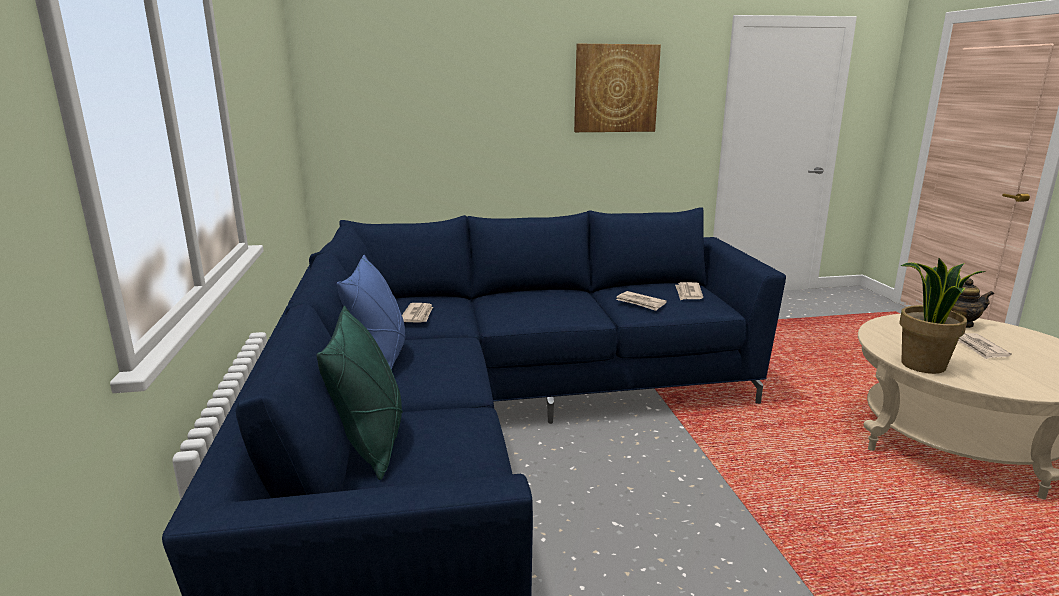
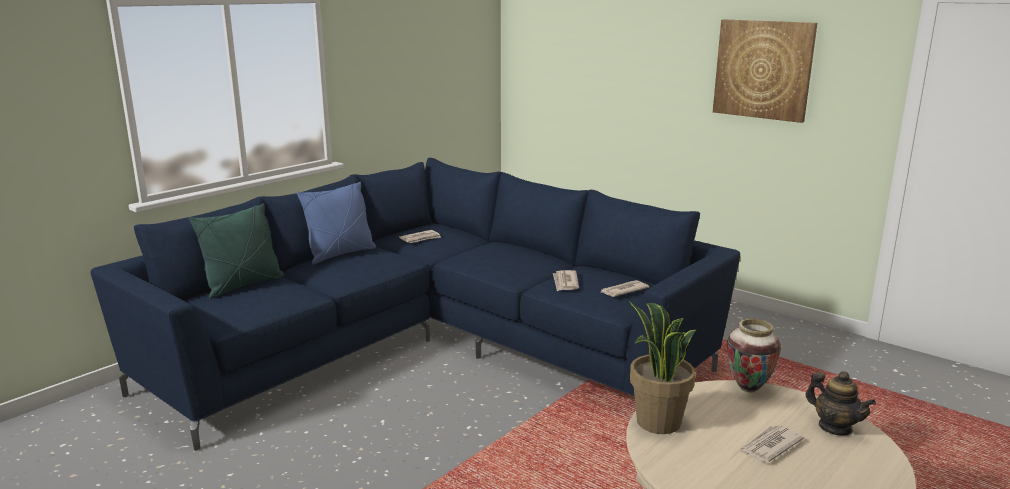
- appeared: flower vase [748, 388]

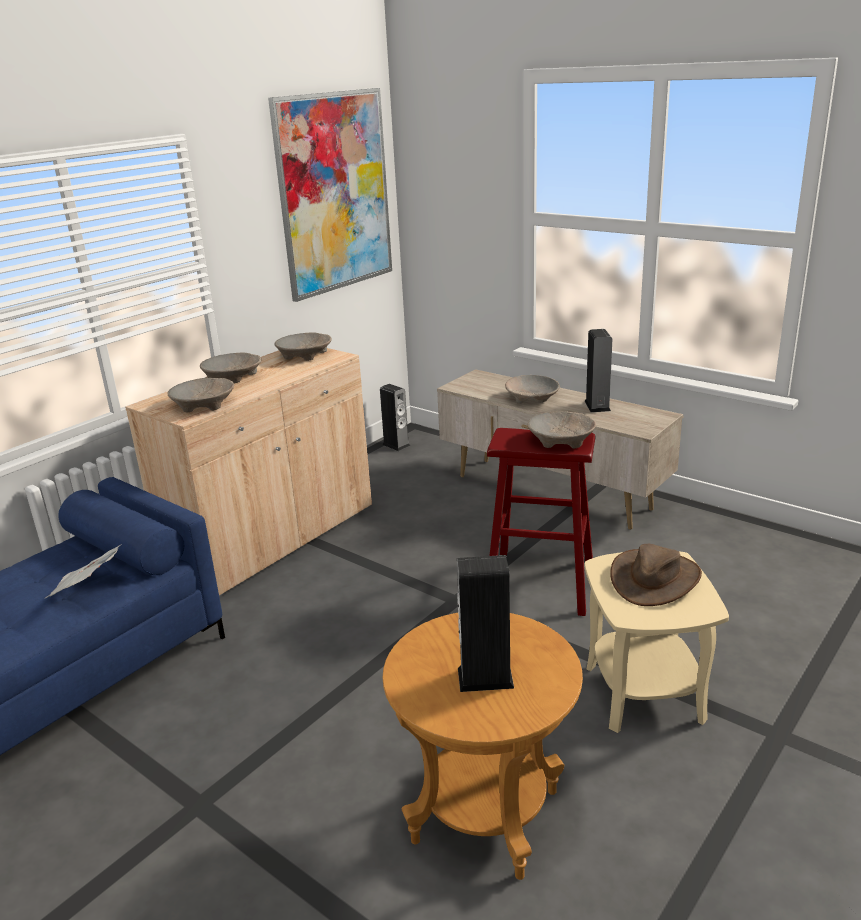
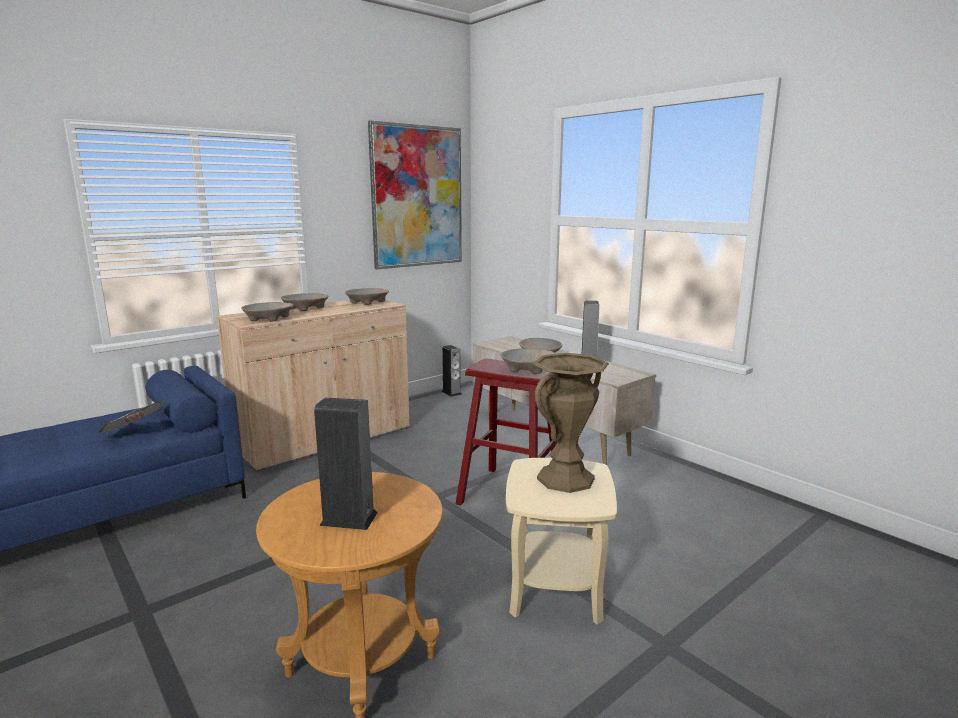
- exchanged: brown hat [654, 578] to brown flower vase [565, 478]

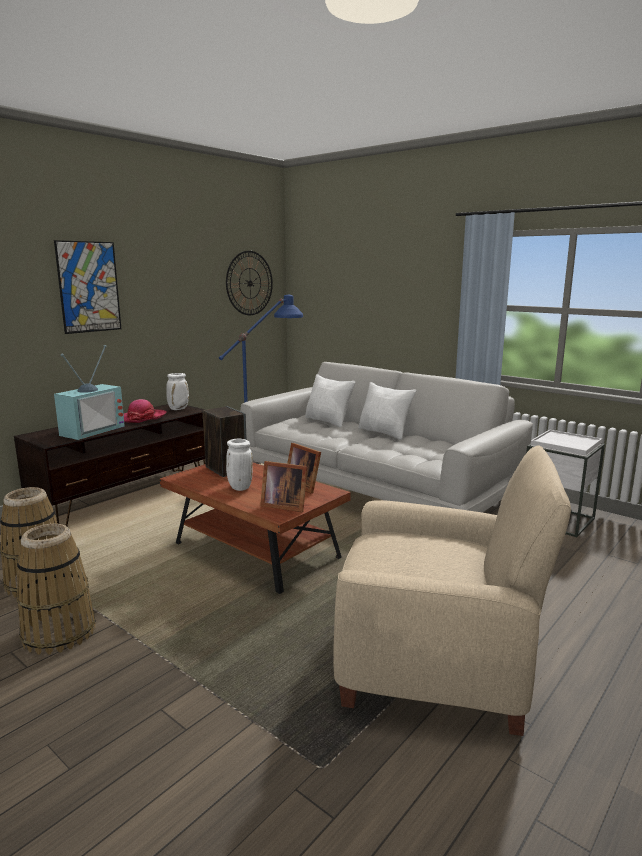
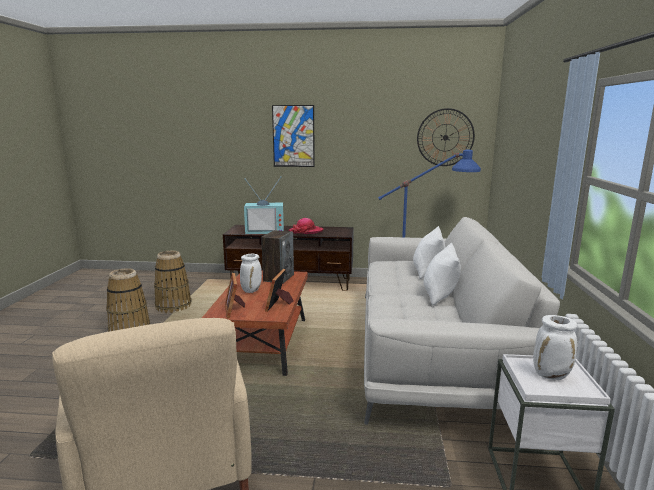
- relocated: white-coloured flower vase [178, 409] to [551, 375]

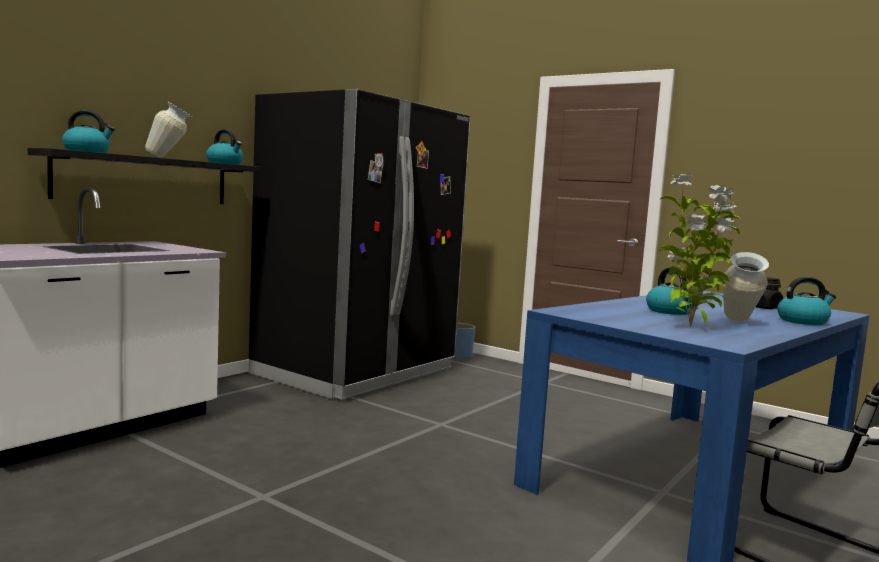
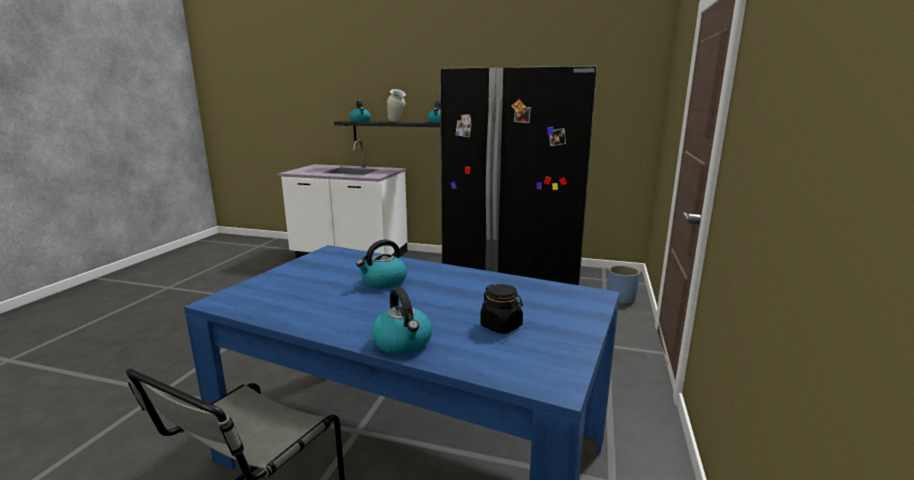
- missing: potted plant [692, 327]
- missing: flower vase [738, 323]

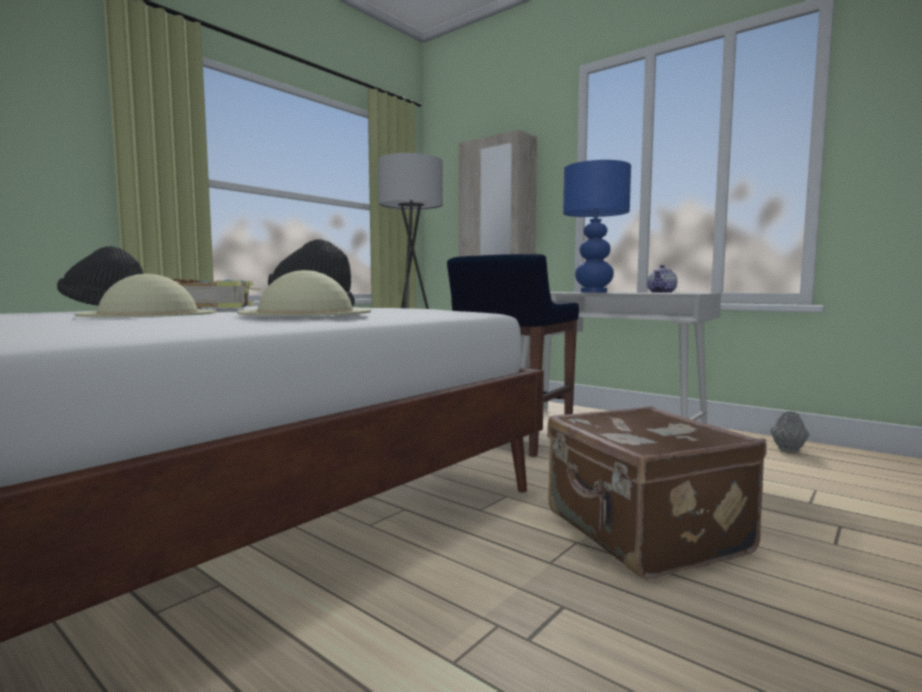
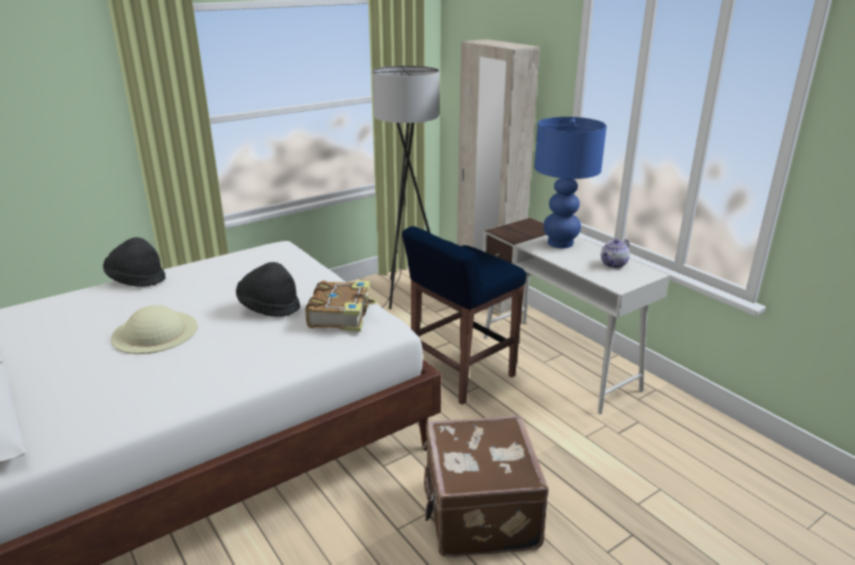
- missing: beige-coloured hat [306, 312]
- relocated: bound book [216, 308] to [341, 315]
- missing: greyish flower vase [789, 449]

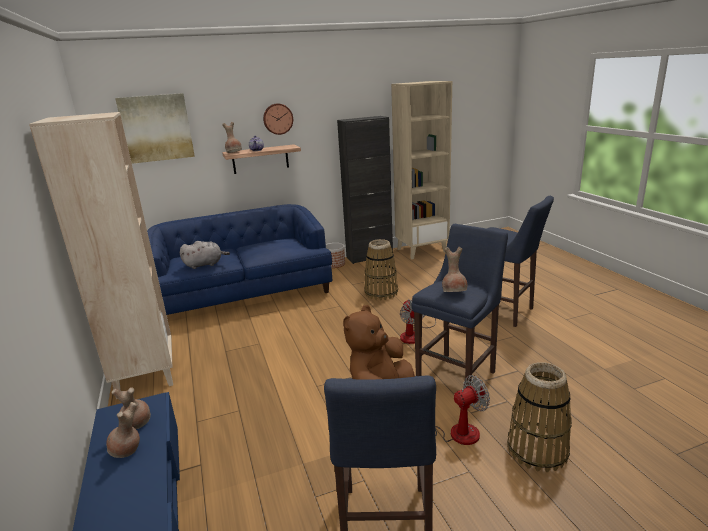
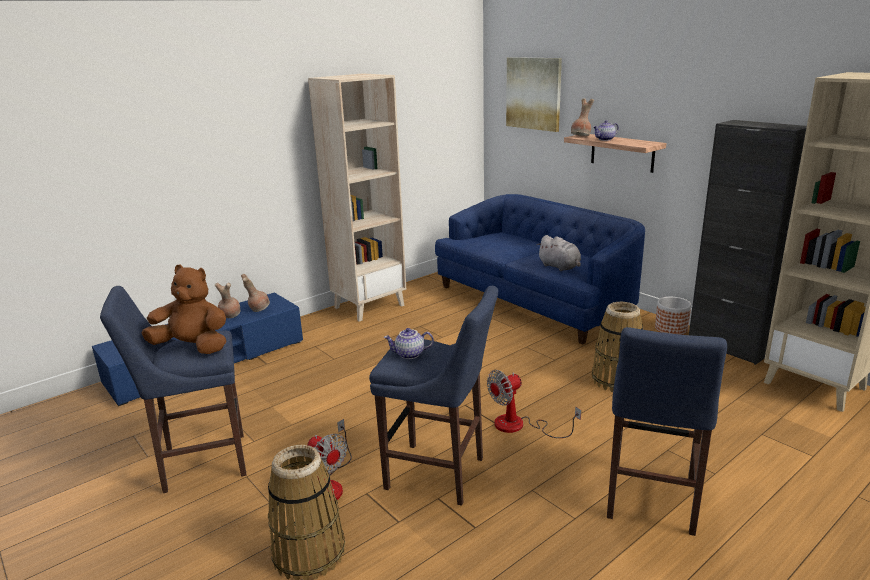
- missing: clock on the wall [278, 119]
- relocated: greyish plush toy [205, 264] to [560, 267]
- exchanged: brown flower vase [454, 293] to pot for tea [409, 355]

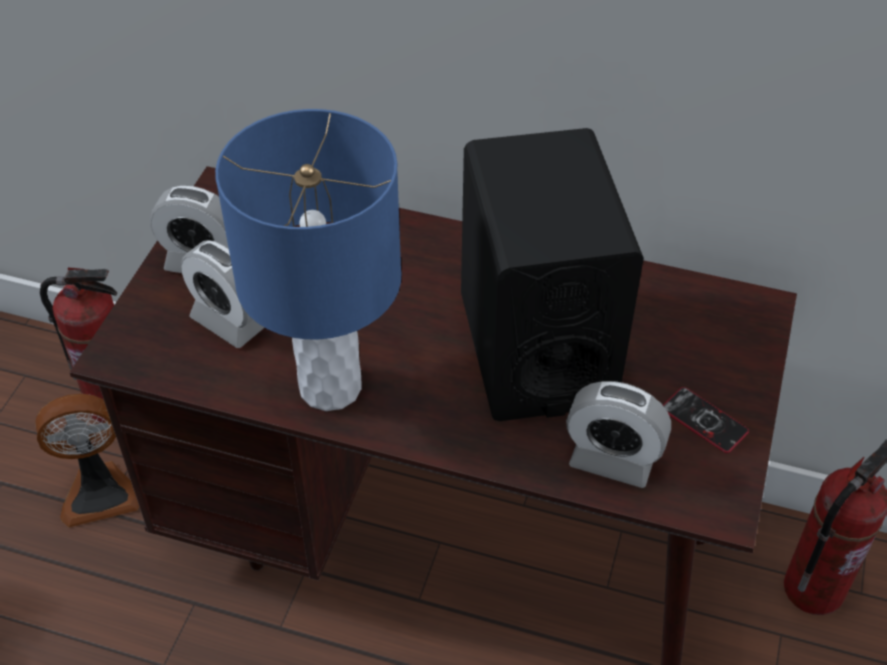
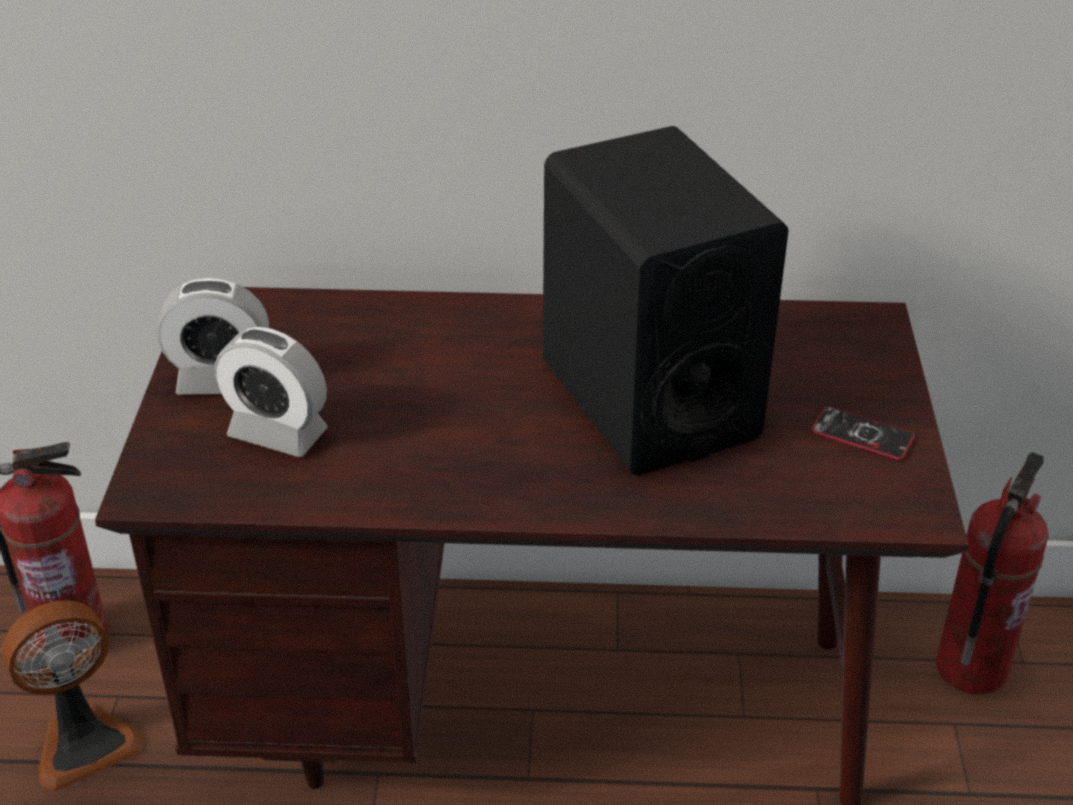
- missing: blue lamp for a table [330, 388]
- missing: bedside clock [612, 460]

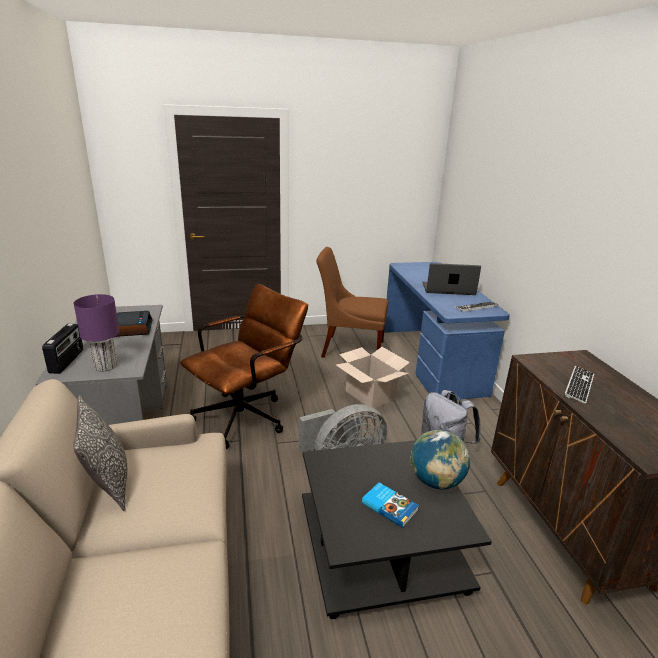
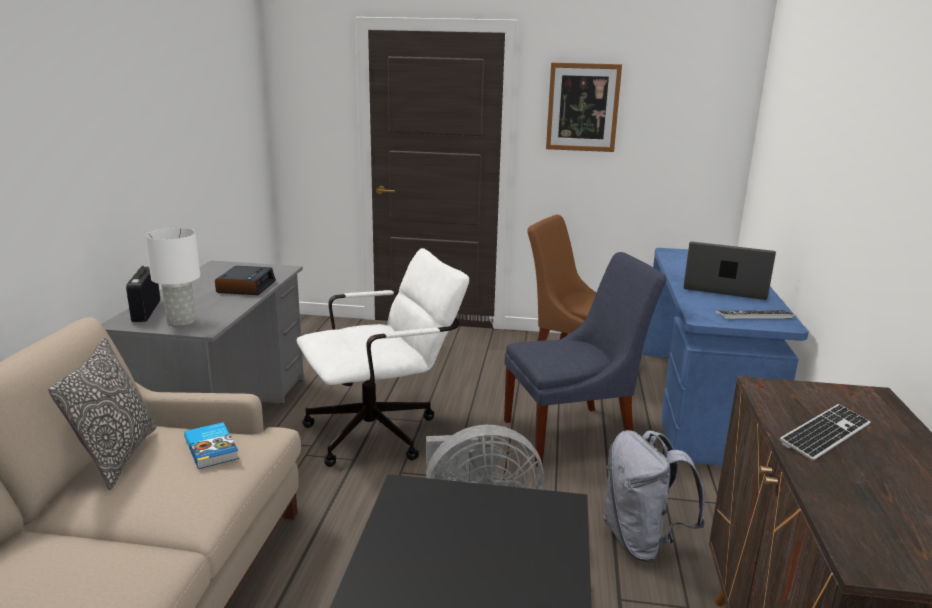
- colour: brown office chair [247, 415] to white-coloured office chair [383, 431]
- colour: purple-coloured lamp for a table [105, 366] to white-coloured lamp for a table [180, 321]
- spun: radio [67, 361] = [145, 311] 150 degrees clockwise
- exchanged: cardboard box [370, 395] to blue chair [573, 435]
- missing: globe [436, 481]
- relocated: bound book [389, 506] to [212, 448]
- appeared: wall art [583, 107]

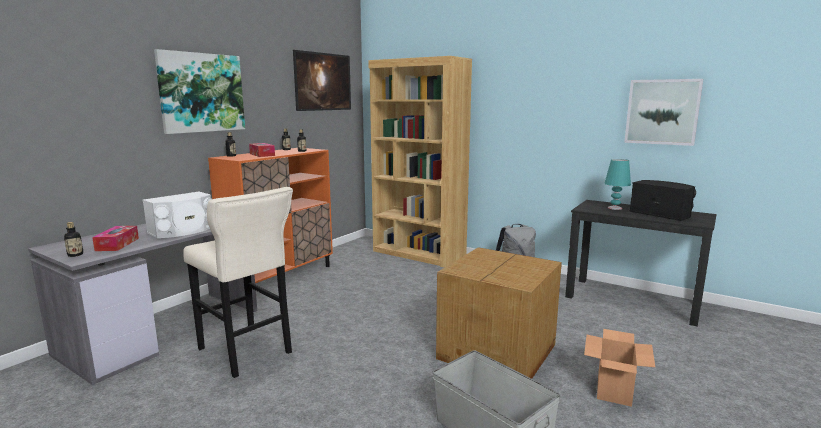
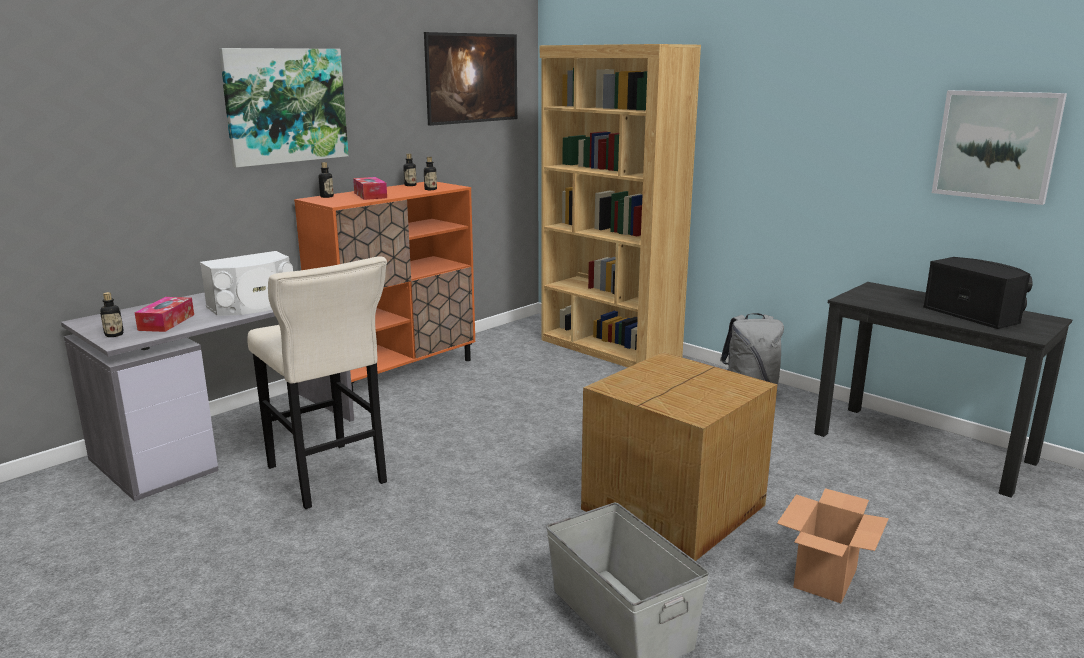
- missing: turquoise-coloured lamp for a table [615, 208]

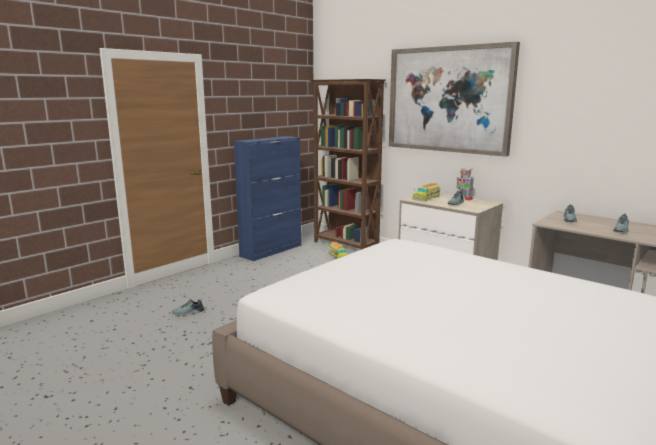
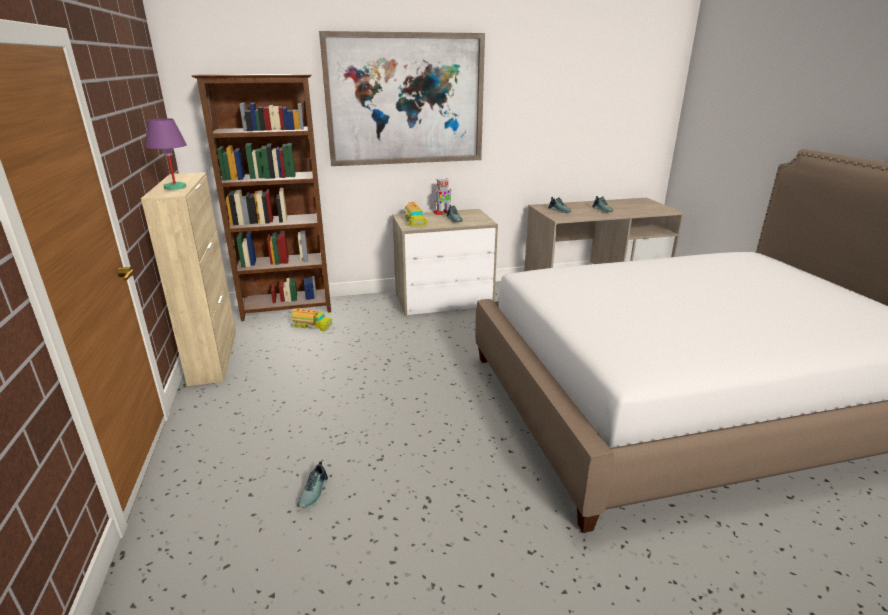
- colour: blue storage cabinet [272, 250] to beige-coloured storage cabinet [214, 356]
- appeared: purple-coloured lamp for a table [174, 187]

